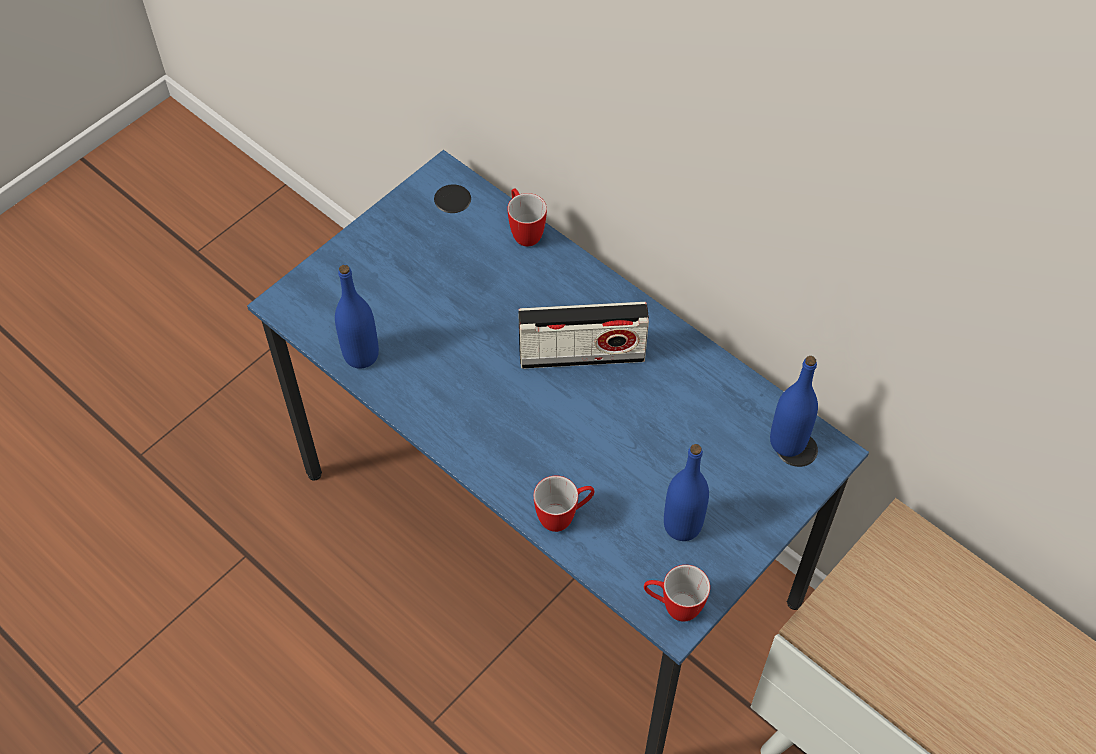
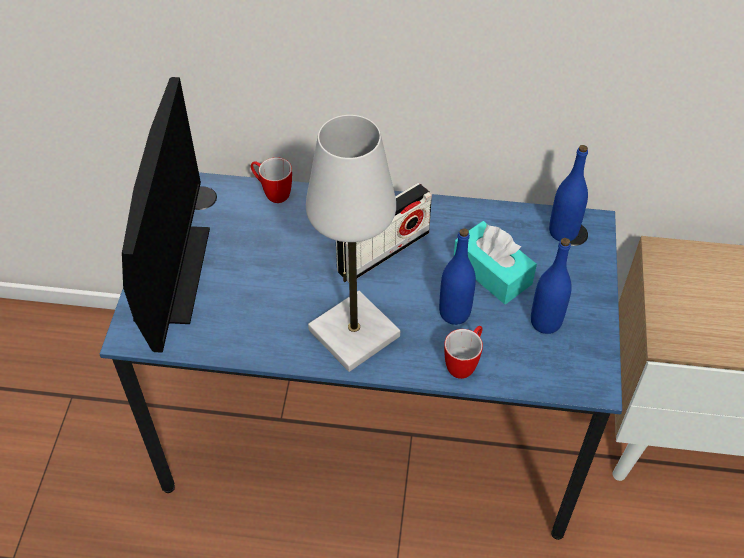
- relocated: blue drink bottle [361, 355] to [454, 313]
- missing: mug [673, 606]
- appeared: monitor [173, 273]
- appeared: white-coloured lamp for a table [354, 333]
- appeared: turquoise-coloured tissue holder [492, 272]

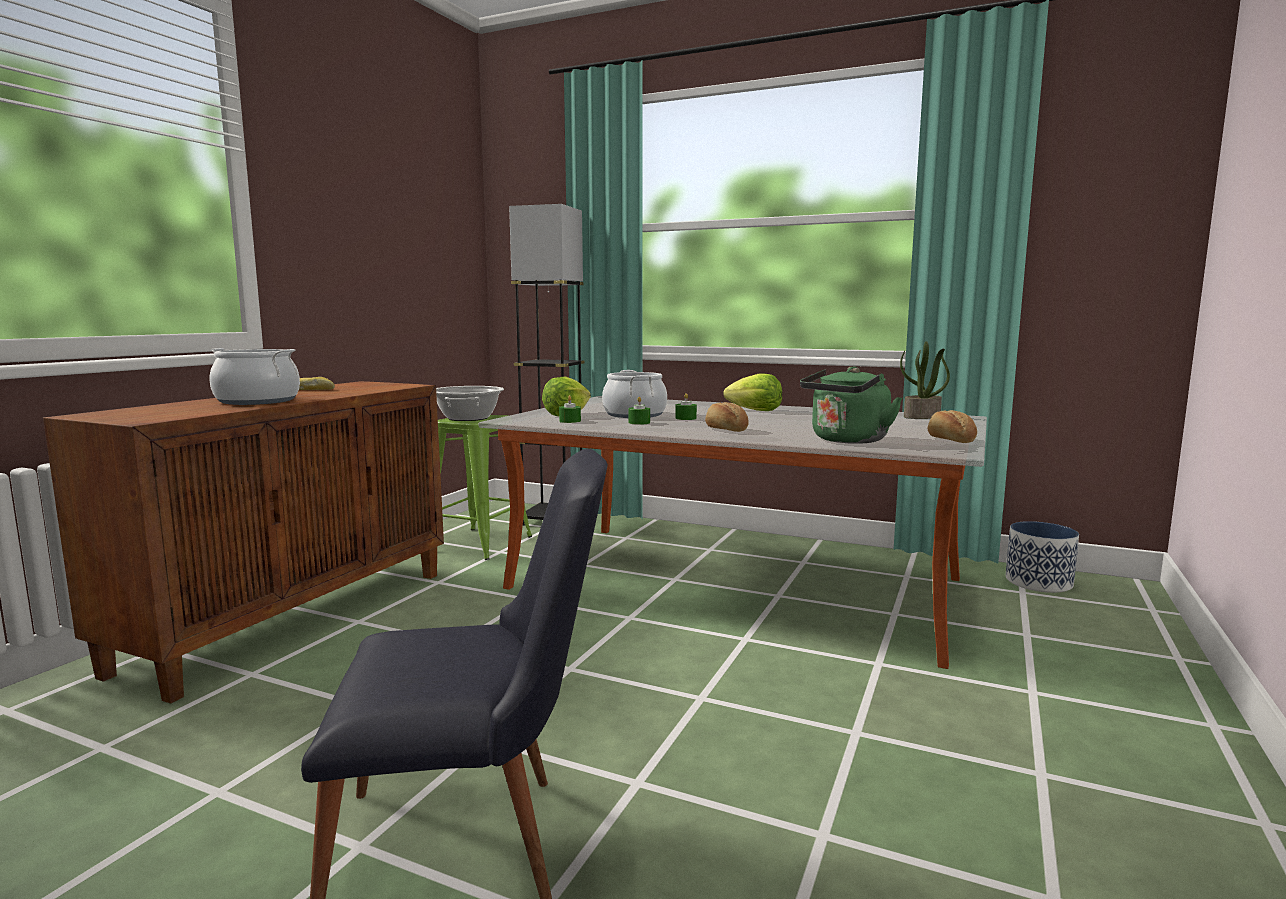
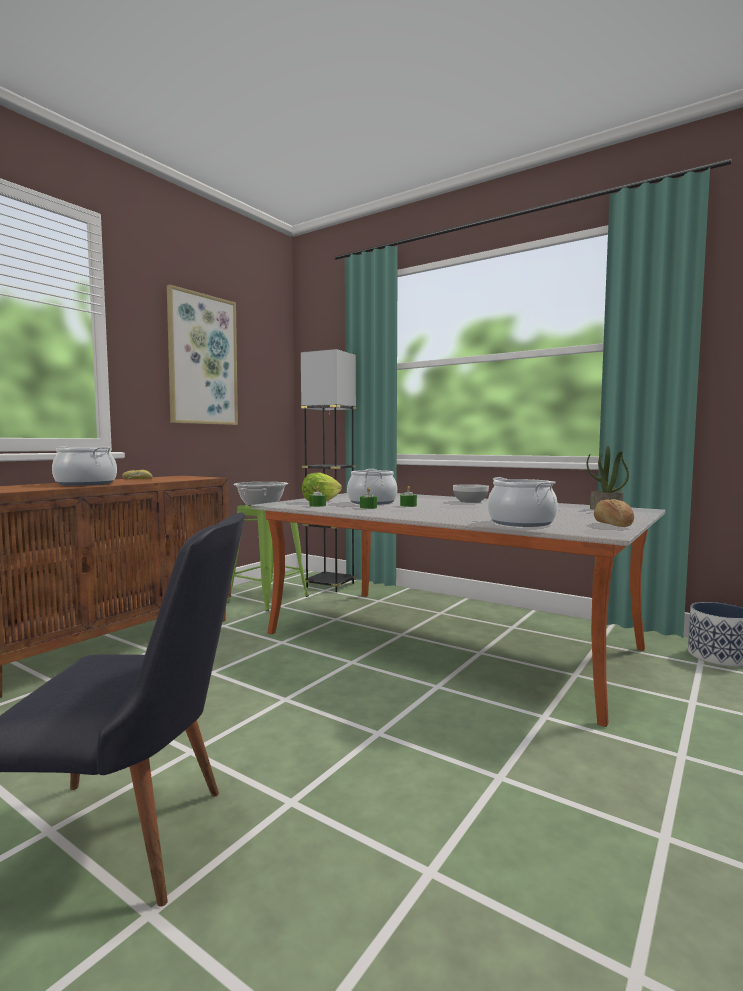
- exchanged: green-coloured tea kettle [847, 440] to saucepot [521, 523]
- exchanged: lettuce head [755, 410] to deep dish [470, 502]
- missing: baked bread [726, 430]
- appeared: wall art [202, 360]

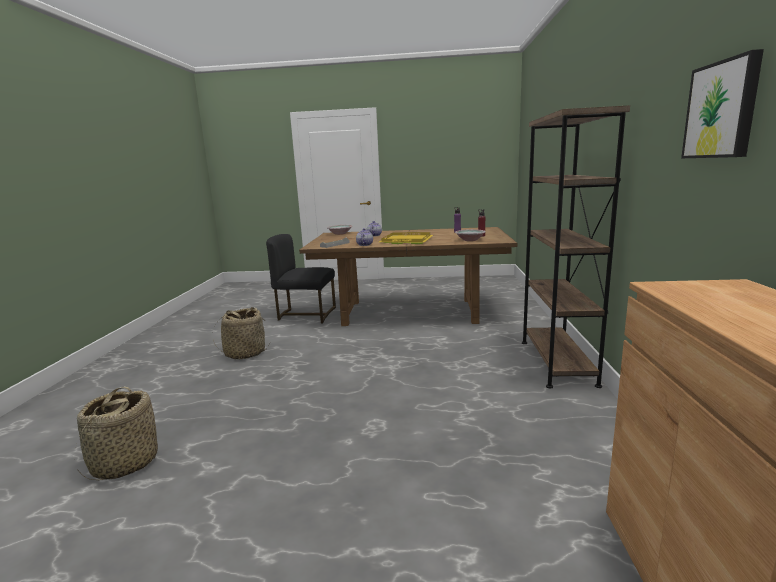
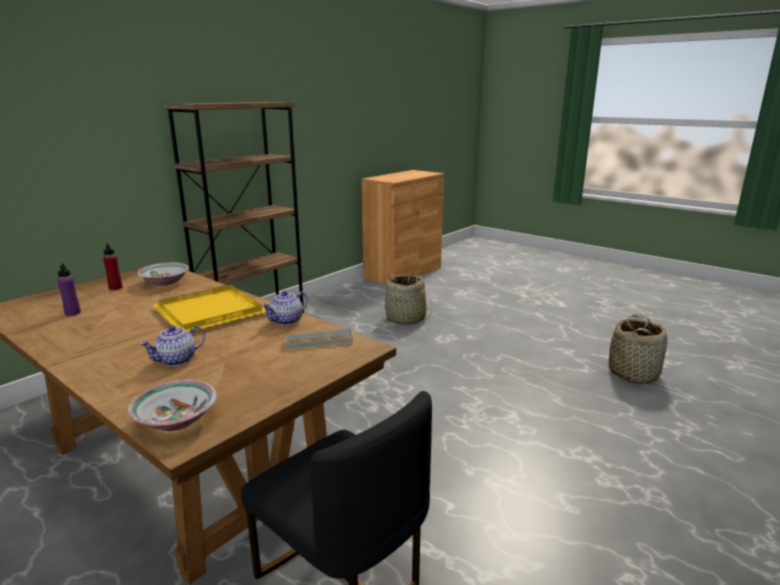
- missing: wall art [722, 110]
- relocated: storage basket [245, 353] to [406, 319]

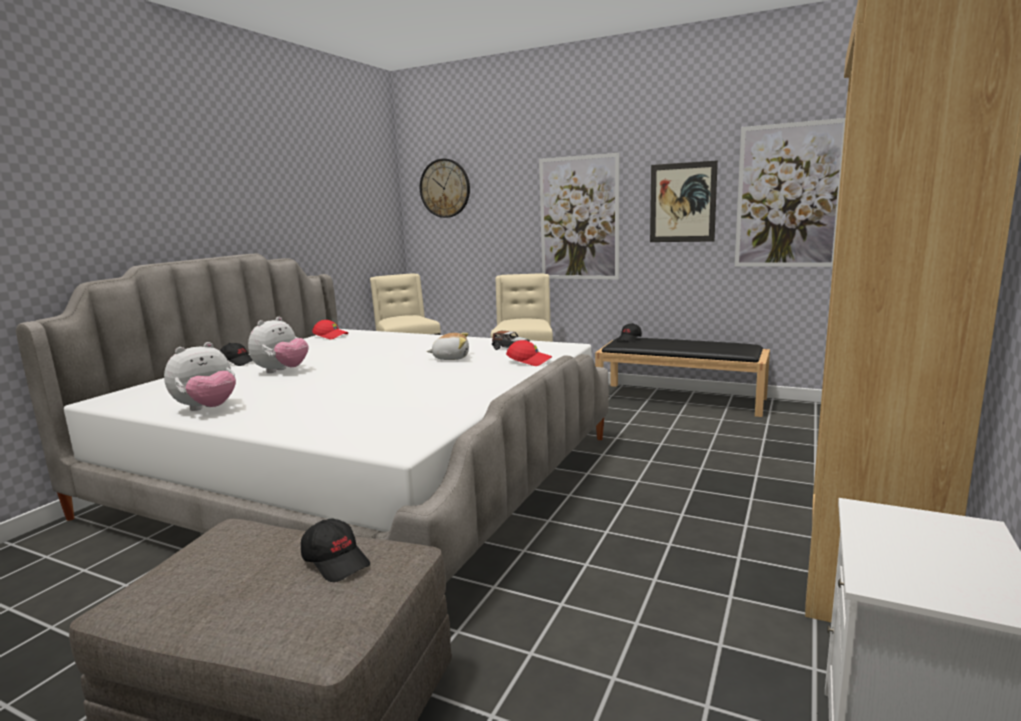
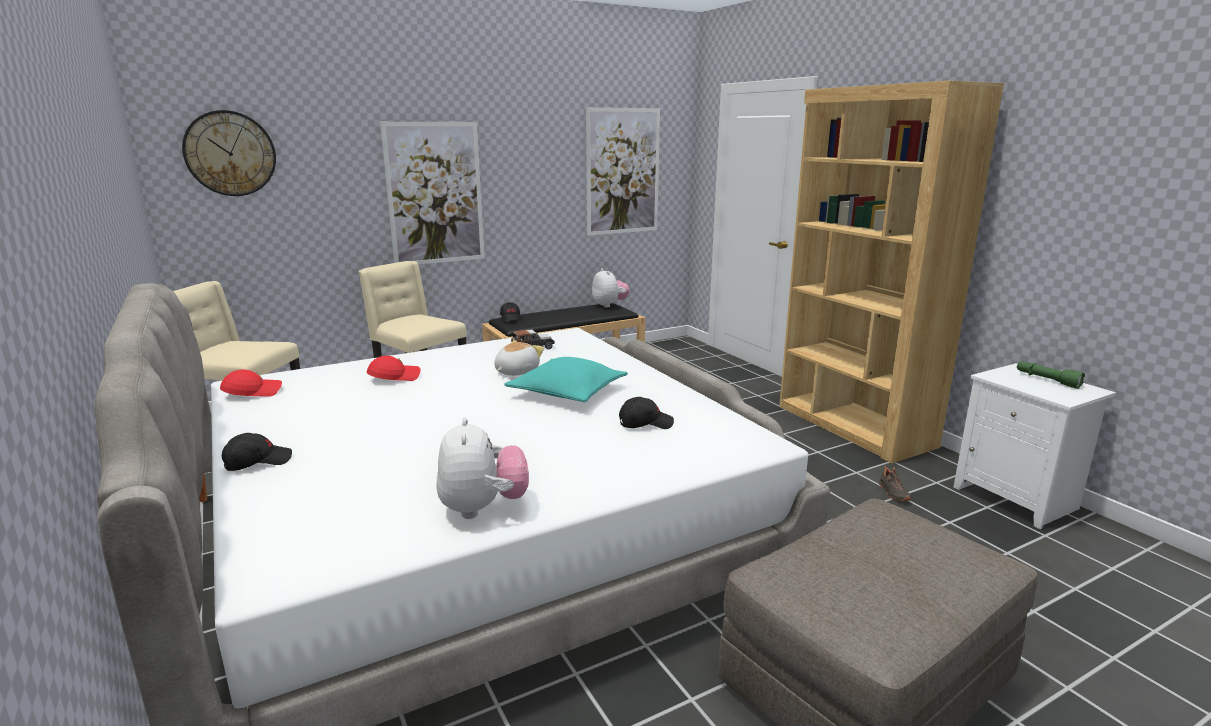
- missing: wall art [682, 202]
- relocated: plush toy [281, 371] to [609, 305]
- relocated: red-coloured baseball cap [529, 361] to [394, 377]
- relocated: black-coloured baseball cap [336, 561] to [645, 423]
- appeared: turquoise-coloured pillow [567, 392]
- appeared: green-coloured hand torch [1047, 380]
- appeared: black-coloured item of footwear [892, 493]

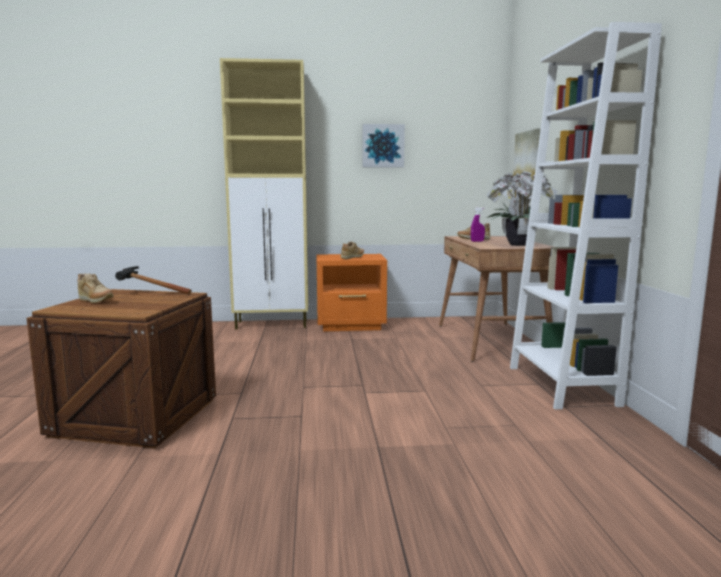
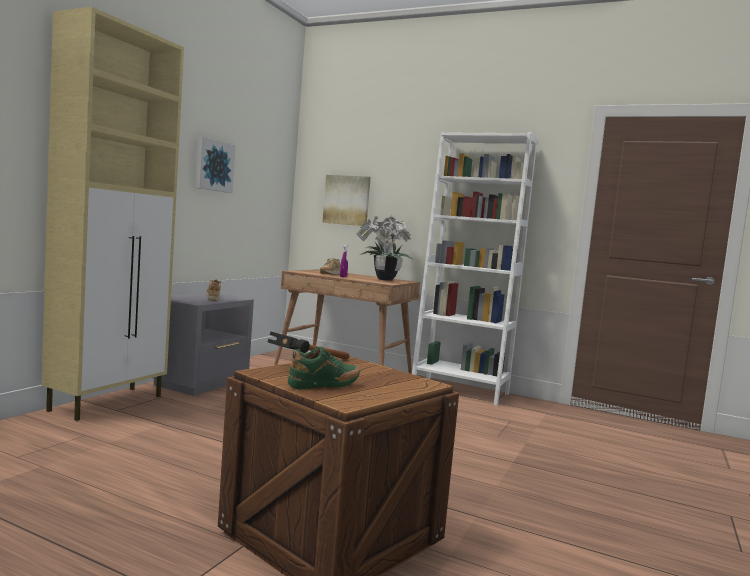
- colour: orange-coloured night table [351, 325] to greyish night table [200, 383]
- colour: beige-coloured item of footwear [95, 301] to green-coloured item of footwear [324, 386]

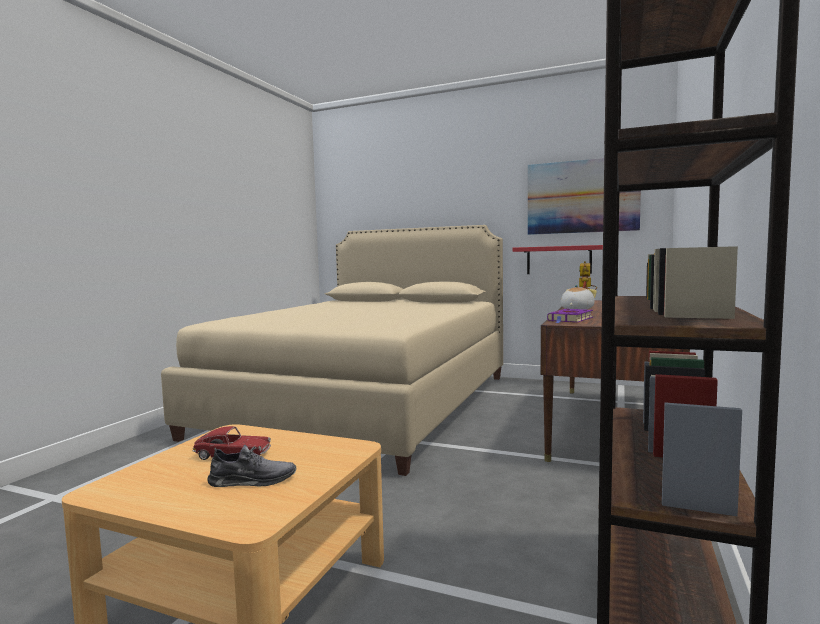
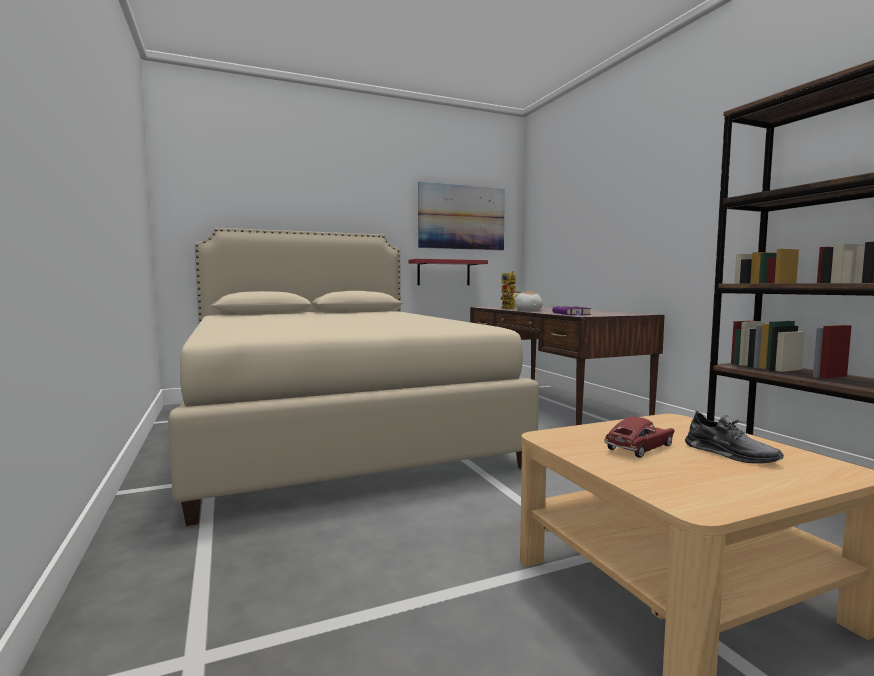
- spun: greyish item of footwear [252, 480] = [730, 454] 105 degrees clockwise

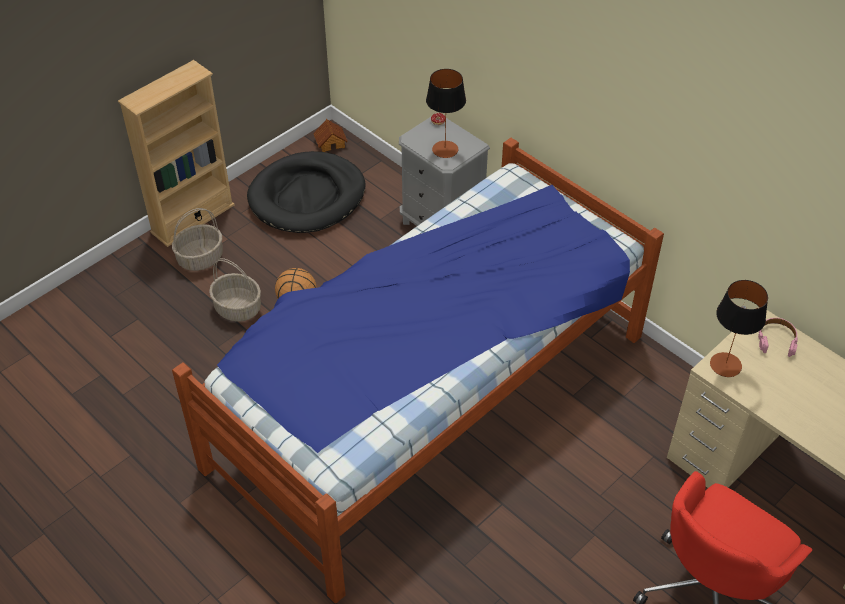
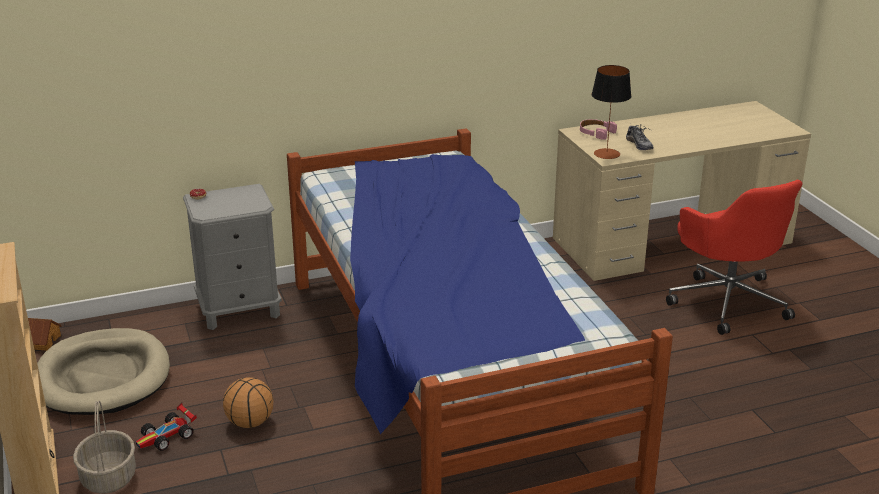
- missing: lamp for a table [445, 149]
- colour: black-coloured dog bed [307, 197] to beige-coloured dog bed [103, 377]
- missing: storage basket [238, 308]
- appeared: item of footwear [639, 145]
- appeared: model car [167, 437]

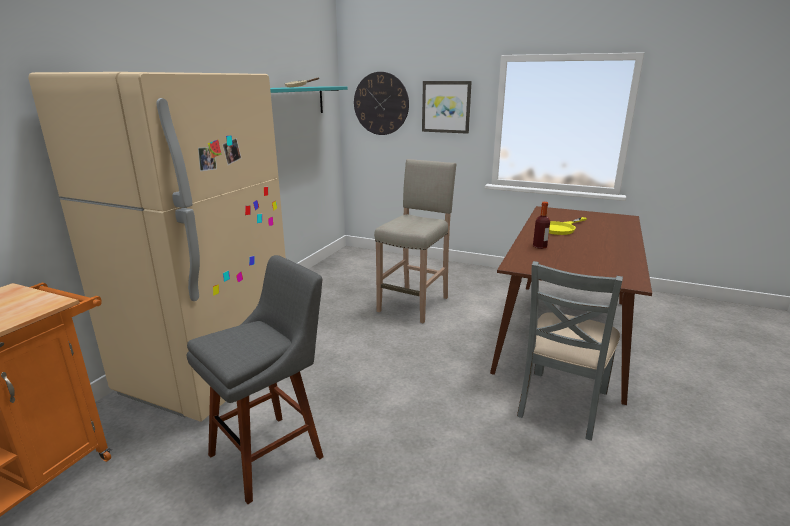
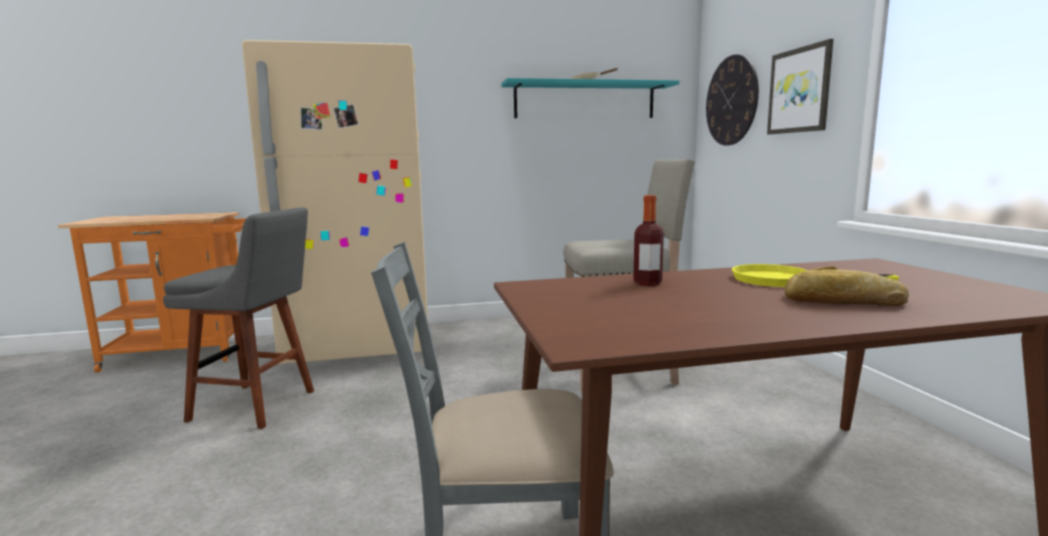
- appeared: baked bread [844, 301]

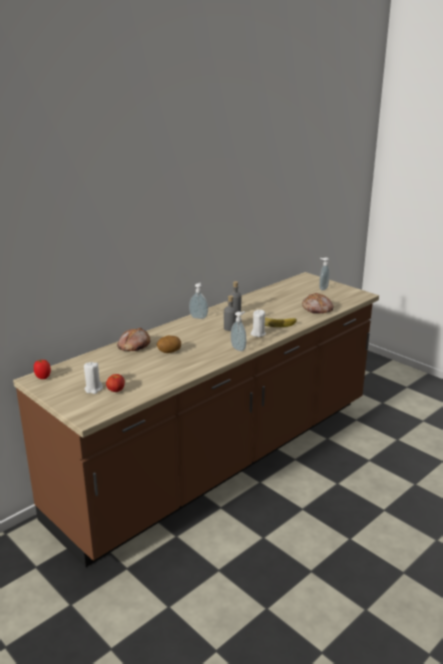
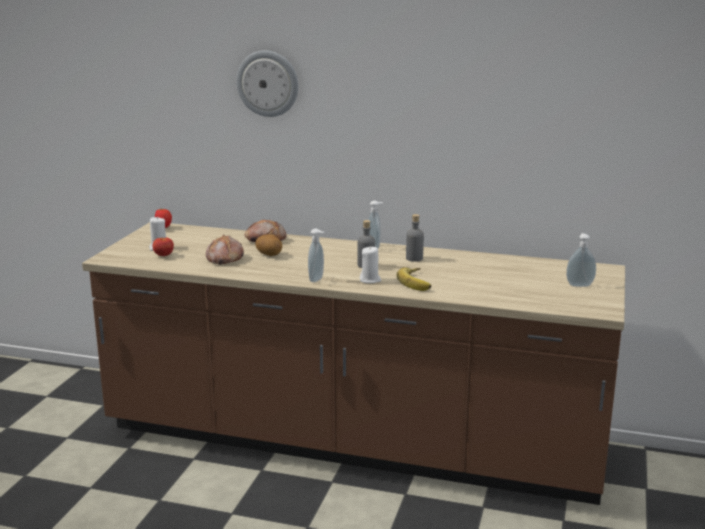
- relocated: baked bread [317, 309] to [224, 258]
- appeared: clock on the wall [268, 83]

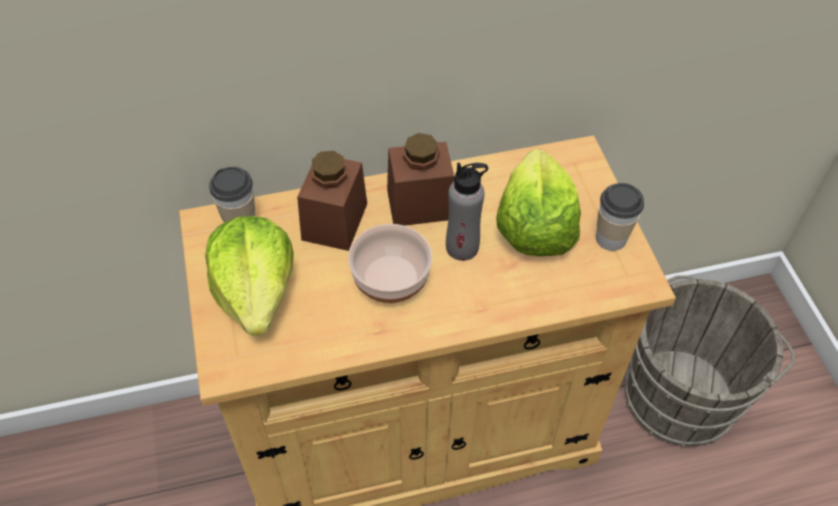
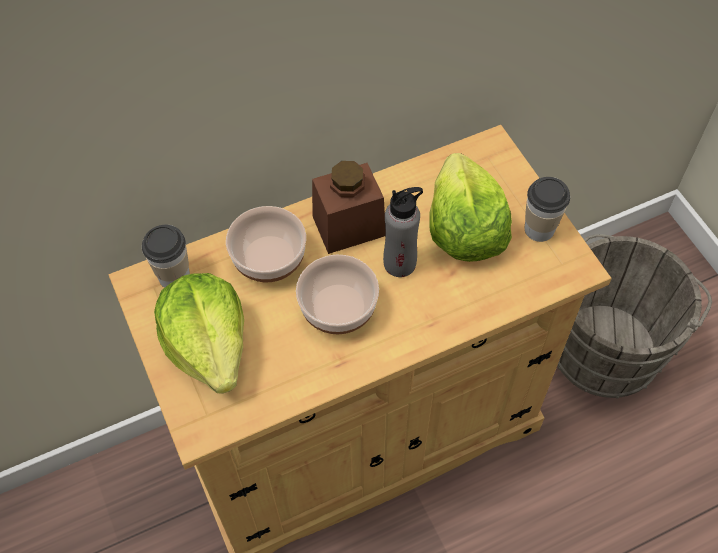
- exchanged: brown jar [334, 221] to deep dish [268, 258]

